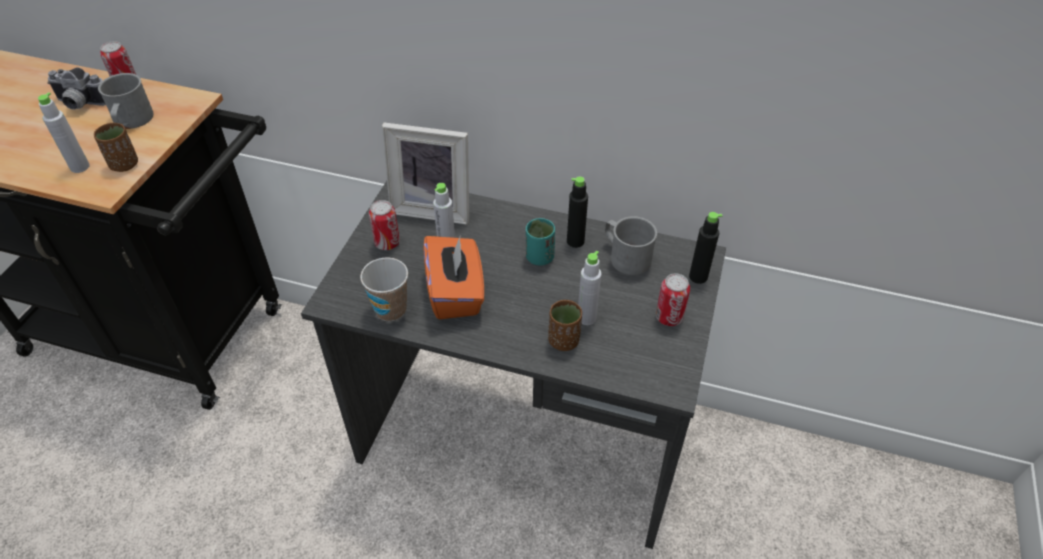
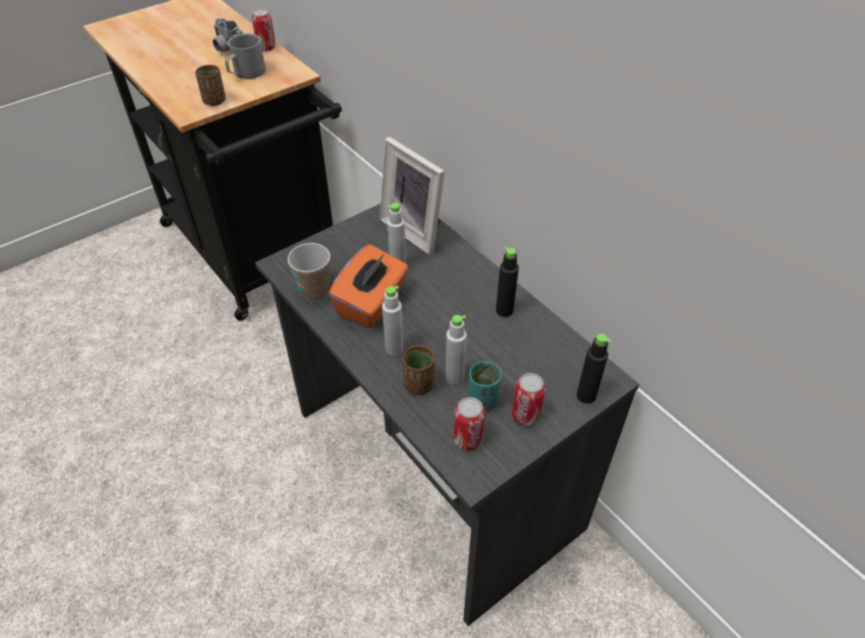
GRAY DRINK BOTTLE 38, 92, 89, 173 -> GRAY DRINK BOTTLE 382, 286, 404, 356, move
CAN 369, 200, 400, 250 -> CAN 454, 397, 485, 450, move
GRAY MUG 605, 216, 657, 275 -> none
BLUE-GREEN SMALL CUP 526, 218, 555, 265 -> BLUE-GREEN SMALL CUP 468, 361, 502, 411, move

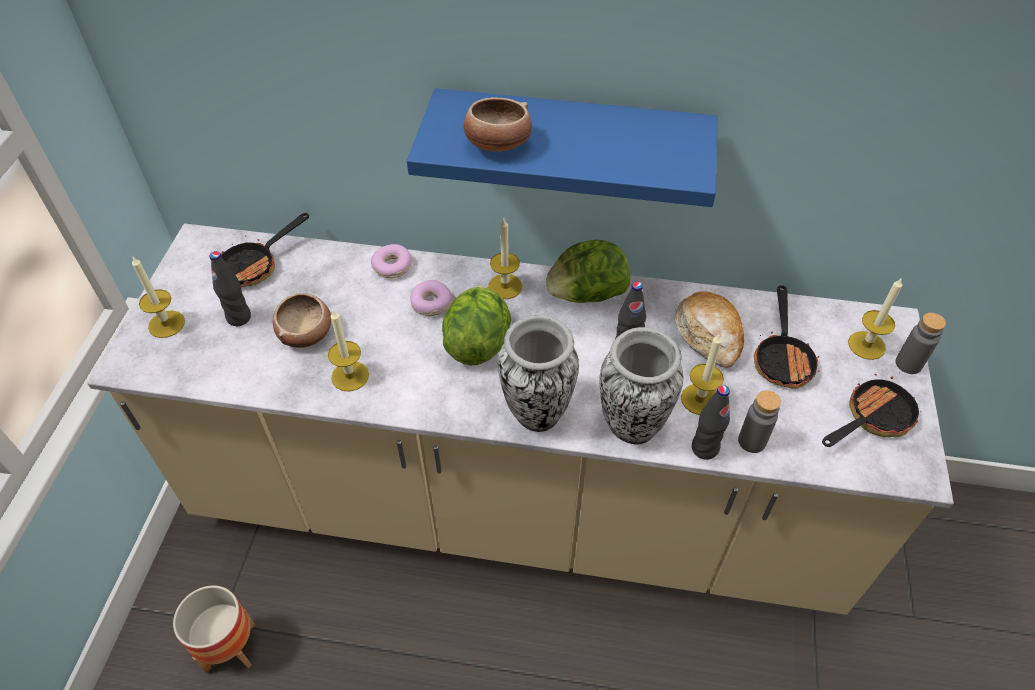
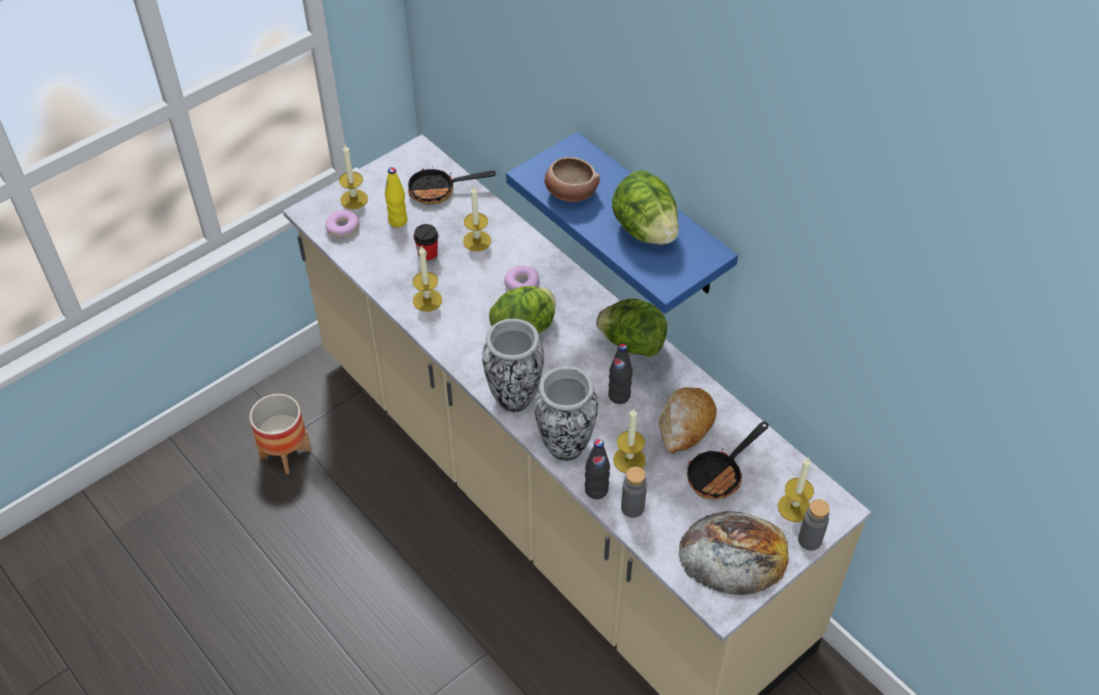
WAX CANDLE 488, 219, 522, 299 -> WAX CANDLE 463, 186, 491, 251, move
RING DOUGHNUT 371, 244, 411, 278 -> RING DOUGHNUT 325, 210, 360, 238, move
BLACKISH DRINK BOTTLE 210, 251, 251, 326 -> YELLOW-COLOURED DRINK BOTTLE 385, 167, 407, 227
BOWL 273, 293, 331, 348 -> SMALL CUP 413, 224, 438, 263
PAN 822, 374, 922, 447 -> BAKERY BREAD 678, 511, 789, 595
none -> LETTUCE HEAD 612, 170, 679, 245

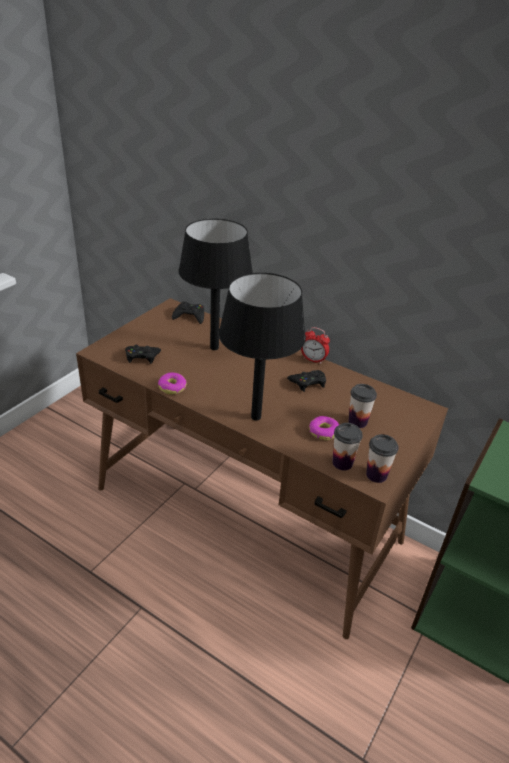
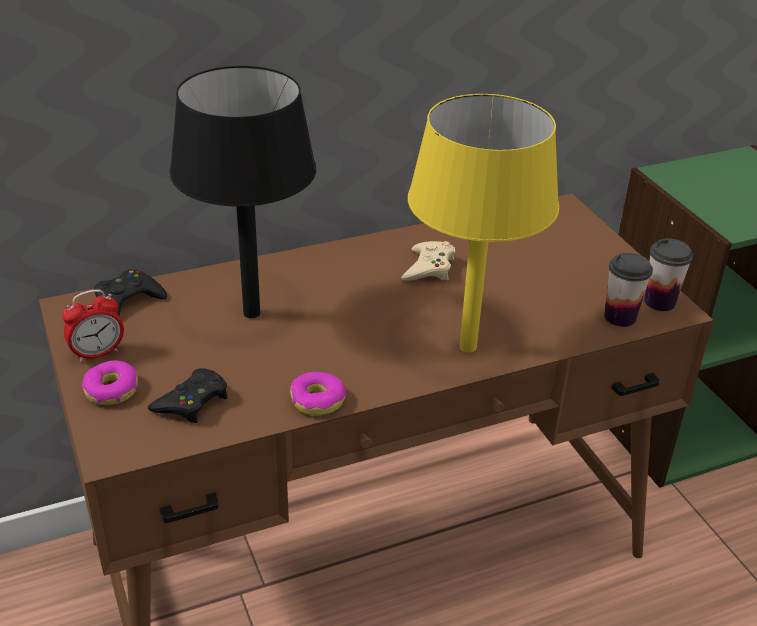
BLACKISH TABLETOP LAMP 218, 273, 306, 420 -> YELLOW-COLOURED TABLETOP LAMP 408, 94, 559, 352
BEDSIDE CLOCK 301, 327, 330, 364 -> BEDSIDE CLOCK 62, 289, 124, 362, move
BLACKISH GAME CONTROLLER 287, 370, 326, 392 -> BEIGE GAME CONTROLLER 401, 241, 455, 281
SMALL CUP 348, 384, 377, 428 -> none
RING DOUGHNUT 309, 416, 339, 440 -> RING DOUGHNUT 82, 361, 138, 405, move

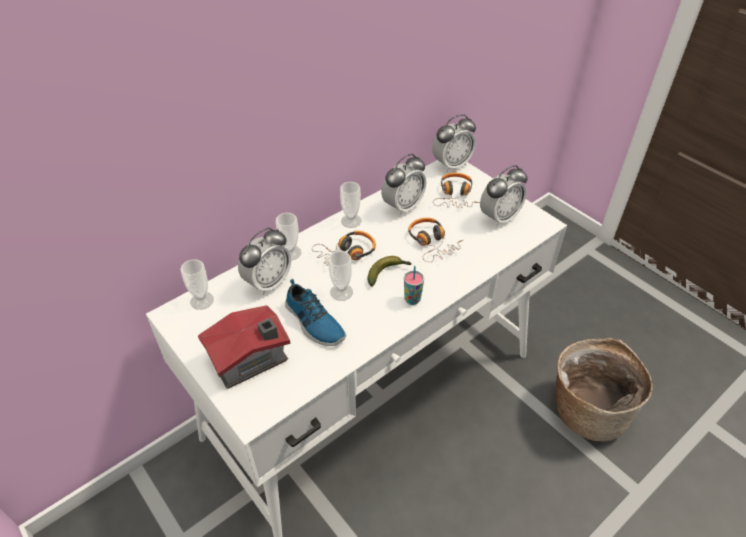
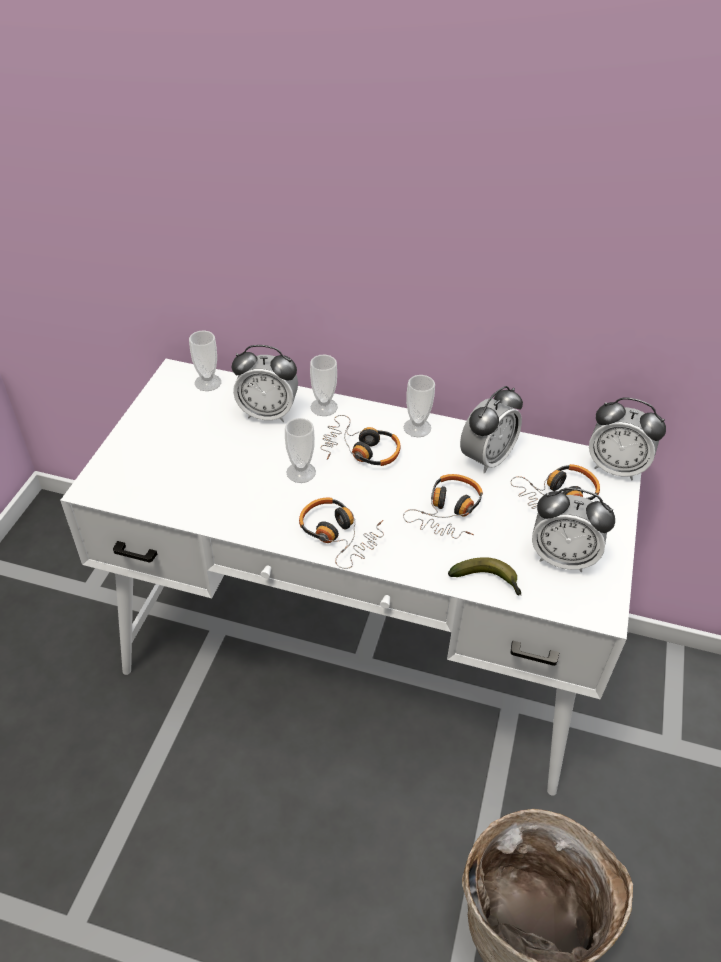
BEDSIDE CLOCK 381, 154, 426, 216 -> BEDSIDE CLOCK 460, 386, 523, 474, 60 degrees counterclockwise
WHOLE BANANA 368, 256, 411, 286 -> WHOLE BANANA 448, 557, 521, 596, move
SMALL CUP 404, 266, 424, 305 -> PAIR OF HEADPHONES 299, 498, 384, 569
LOW SHOE 285, 279, 346, 346 -> none
MINIATURE HOUSE 198, 305, 290, 389 -> none

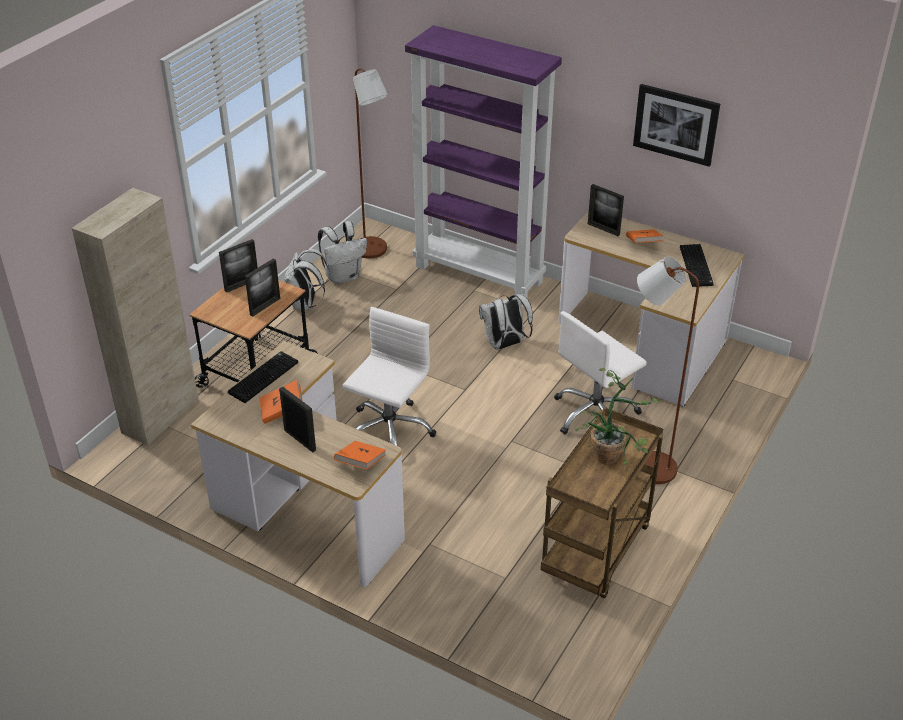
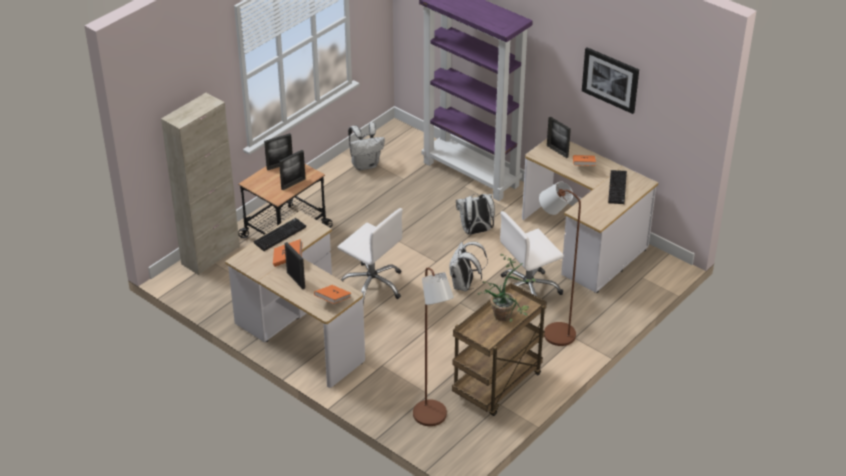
BROWN FLOOR LAMP 353, 69, 388, 258 -> BROWN FLOOR LAMP 413, 268, 454, 426, move
WHITE BACKPACK 284, 249, 330, 310 -> WHITE BACKPACK 449, 242, 488, 291, move
WHITE DESK CHAIR 342, 307, 436, 446 -> WHITE DESK CHAIR 338, 208, 403, 305, 90 degrees clockwise

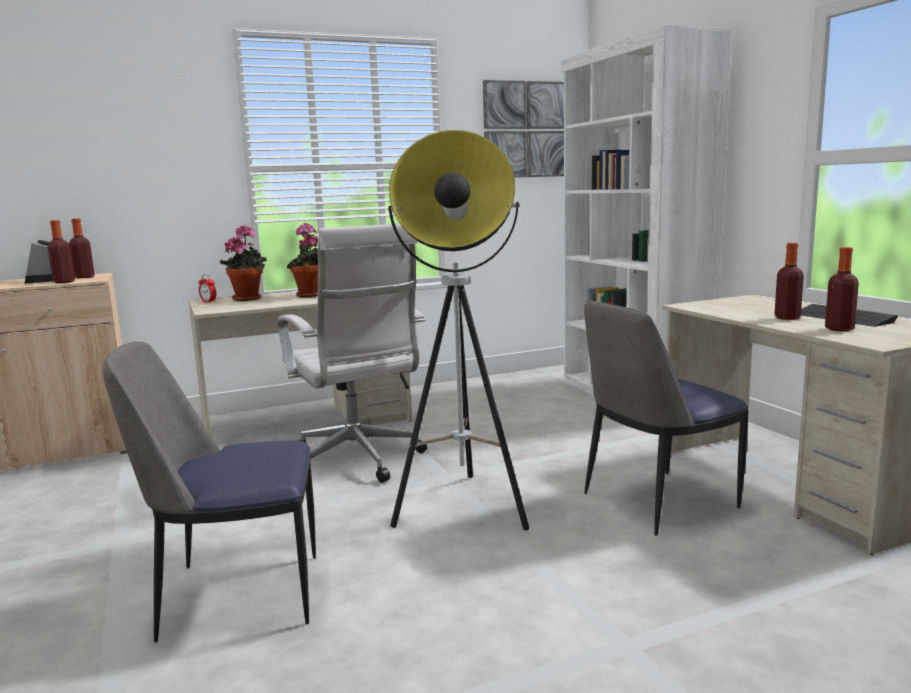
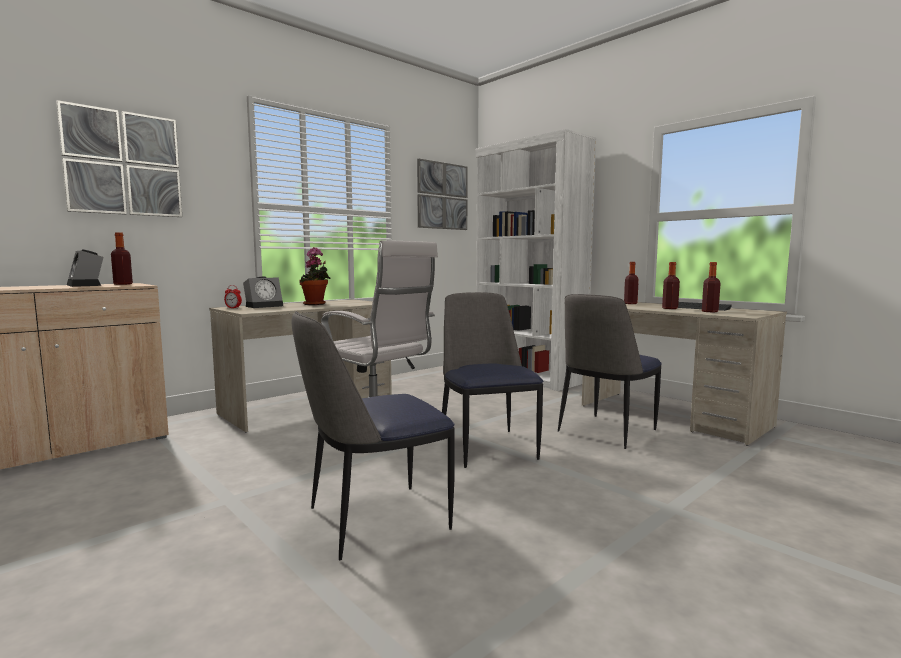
FLOOR LAMP 388, 130, 529, 530 -> CHAIR 442, 292, 544, 468
DRINK BOTTLE 48, 220, 75, 283 -> DRINK BOTTLE 624, 262, 639, 304, move
POTTED PLANT 220, 225, 267, 301 -> BEDSIDE CLOCK 243, 276, 283, 308
none -> WALL PICTURE 56, 100, 182, 217

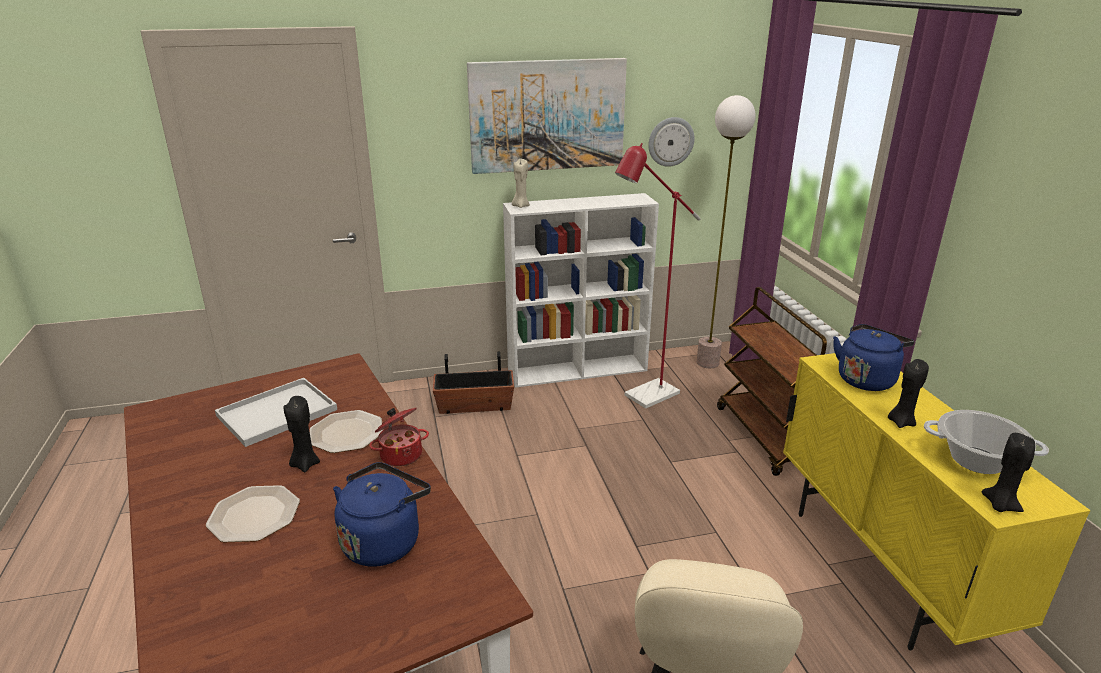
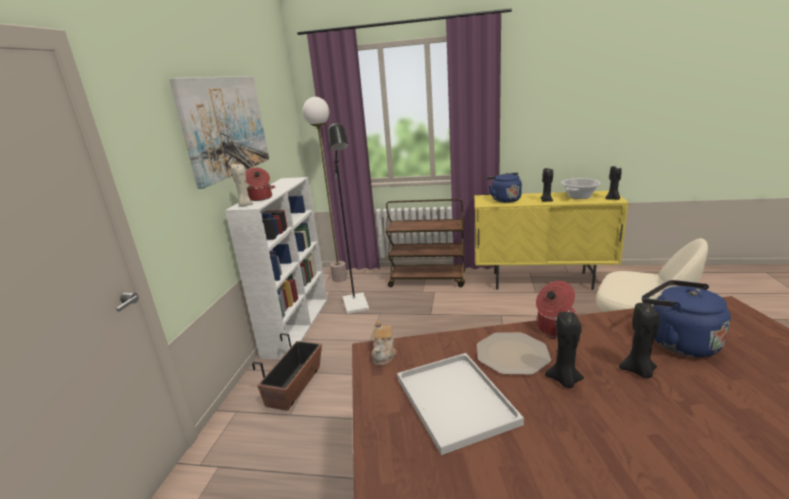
CLOCK ON THE WALL 648, 117, 695, 167 -> none
REDDISH FLOOR LAMP 615, 143, 701, 408 -> BLACKISH FLOOR LAMP 328, 121, 369, 314
FLAT DISH 206, 485, 300, 542 -> none
none -> STOCKPOT 245, 167, 275, 201
none -> BLACKISH WAX CANDLE 619, 303, 660, 378
none -> TEA POT 371, 321, 397, 366

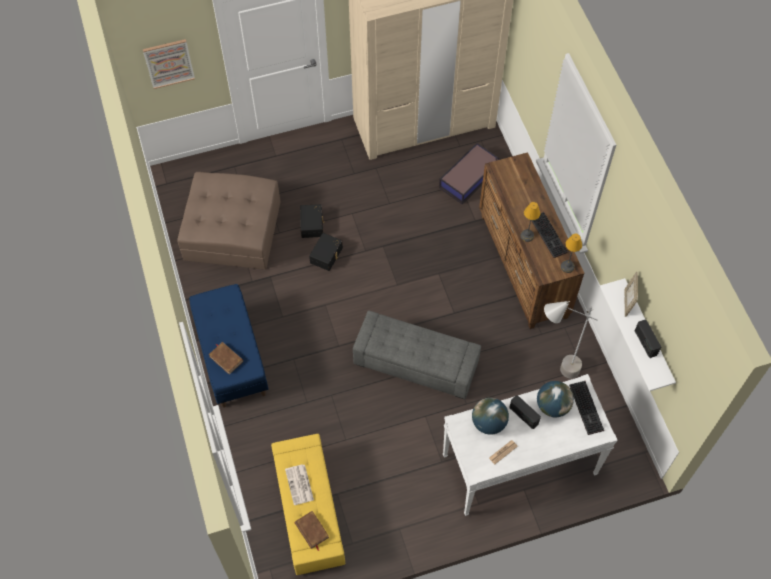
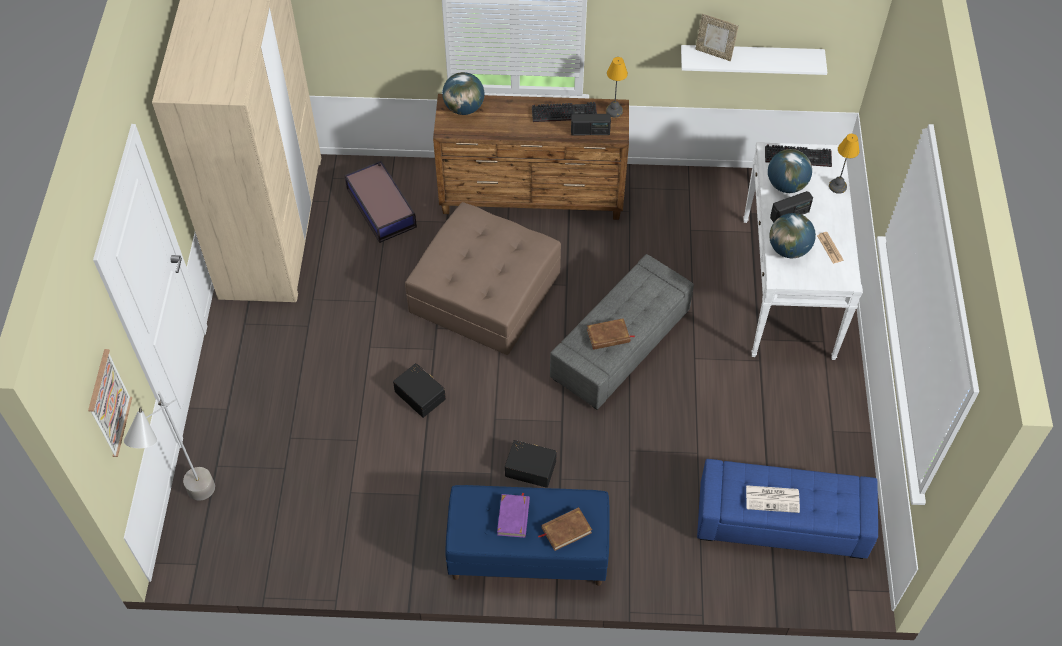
BROWN OTTOMAN 177, 172, 281, 270 -> BROWN OTTOMAN 405, 202, 561, 355, move
TABLETOP LAMP 520, 202, 540, 242 -> TABLETOP LAMP 829, 134, 860, 194, move
BLACKISH STORAGE BIN 300, 204, 325, 238 -> BLACKISH STORAGE BIN 505, 440, 557, 488, move
GRAY FLOOR LAMP 544, 301, 598, 378 -> GRAY FLOOR LAMP 124, 392, 215, 501, move
RADIO 635, 320, 661, 358 -> RADIO 571, 114, 611, 135, move
YELLOW-COLOURED OTTOMAN 271, 434, 345, 575 -> BLUE OTTOMAN 697, 459, 878, 559
BROWN BOOK 295, 511, 329, 551 -> BROWN BOOK 587, 318, 635, 350, move
none -> WORLD GLOBE 442, 72, 485, 115
none -> PURPLE-COLOURED BOOK 497, 492, 530, 538

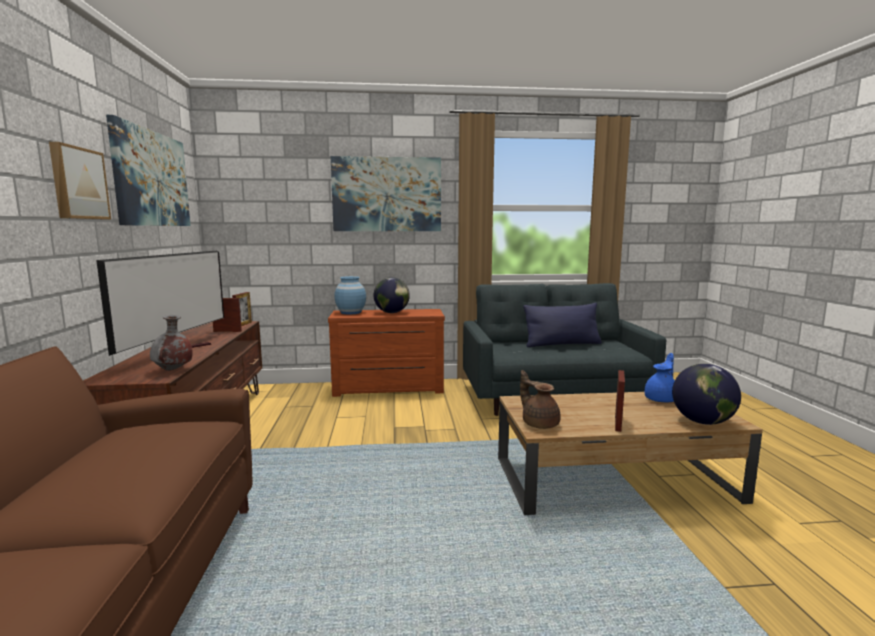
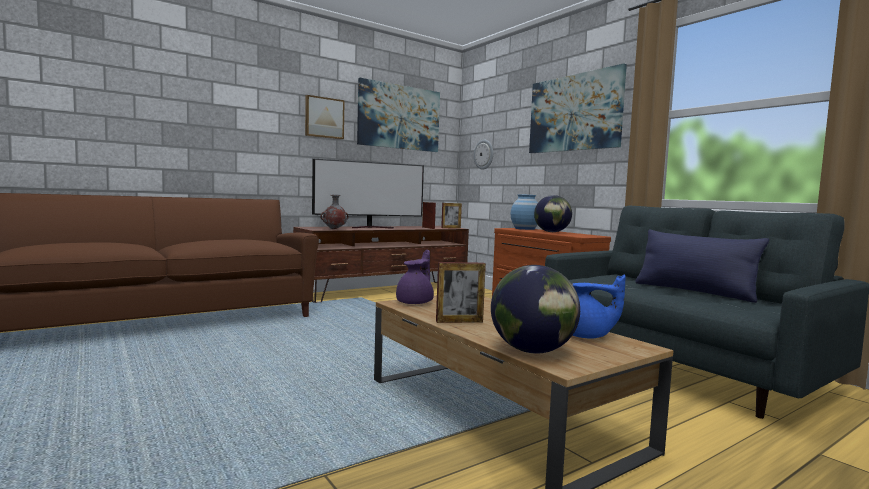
BROWN TEA POT 520, 370, 561, 429 -> PURPLE-COLOURED TEA POT 396, 250, 434, 304
none -> CLOCK ON THE WALL 474, 140, 493, 170

